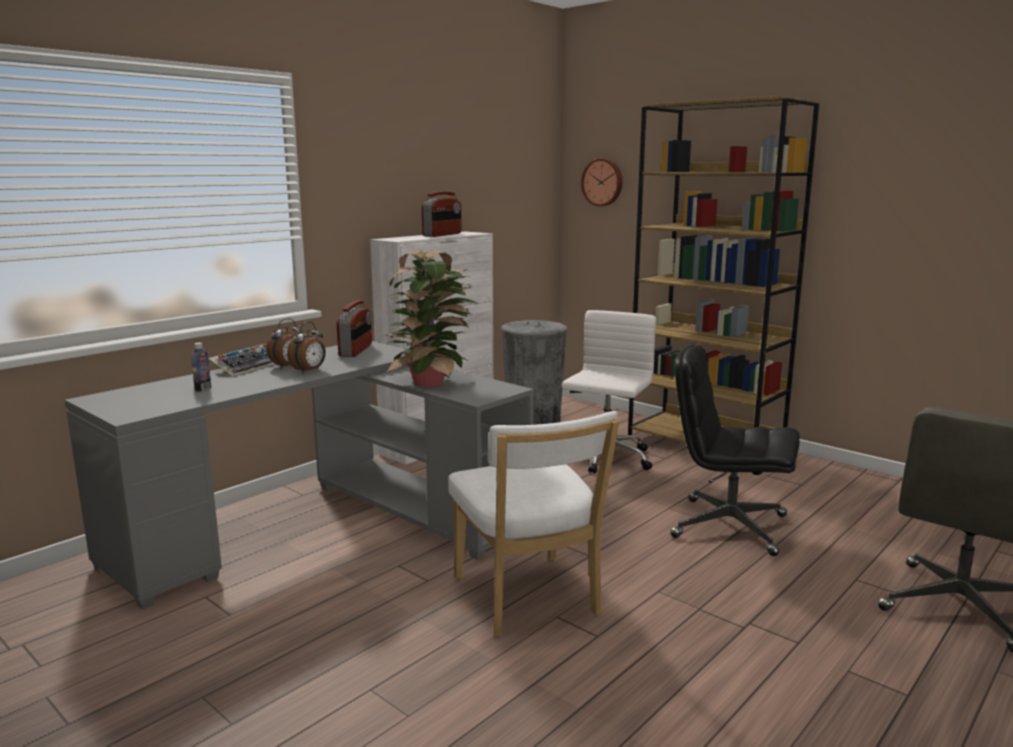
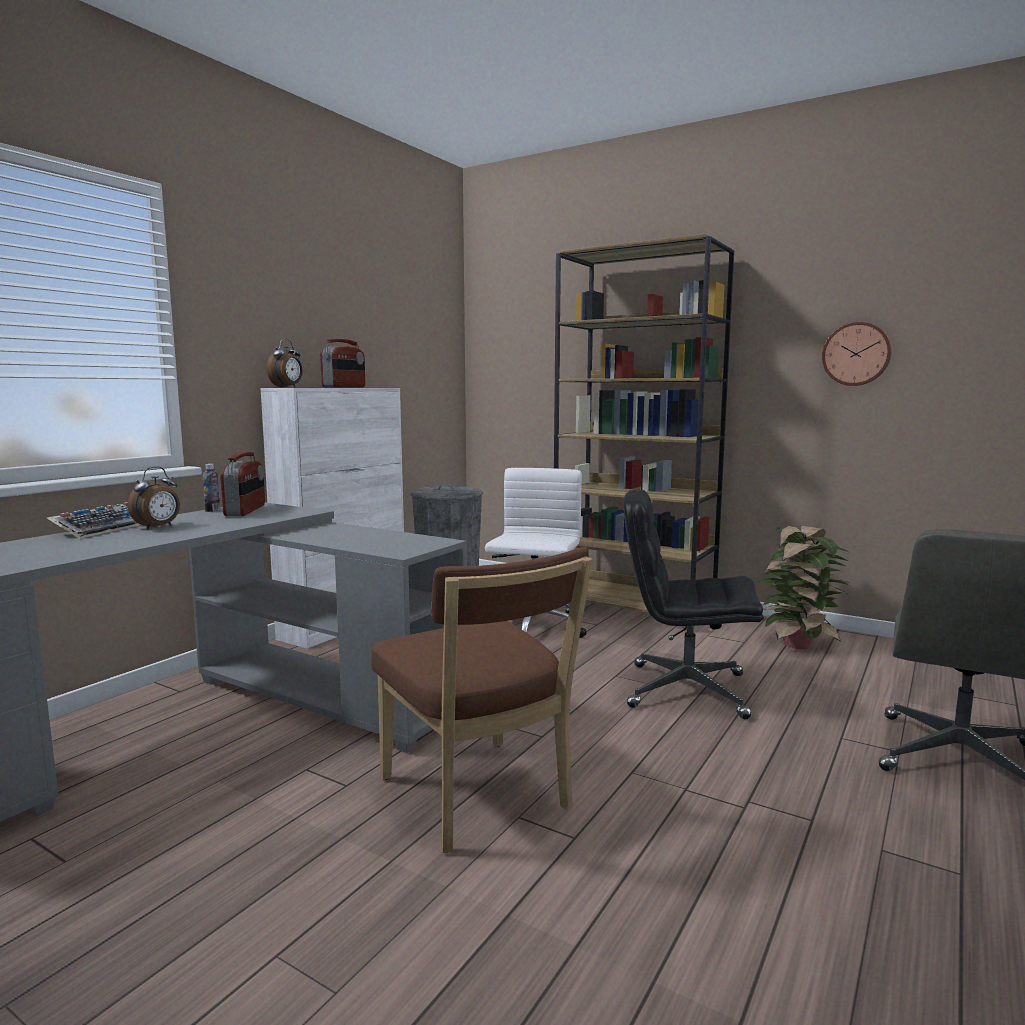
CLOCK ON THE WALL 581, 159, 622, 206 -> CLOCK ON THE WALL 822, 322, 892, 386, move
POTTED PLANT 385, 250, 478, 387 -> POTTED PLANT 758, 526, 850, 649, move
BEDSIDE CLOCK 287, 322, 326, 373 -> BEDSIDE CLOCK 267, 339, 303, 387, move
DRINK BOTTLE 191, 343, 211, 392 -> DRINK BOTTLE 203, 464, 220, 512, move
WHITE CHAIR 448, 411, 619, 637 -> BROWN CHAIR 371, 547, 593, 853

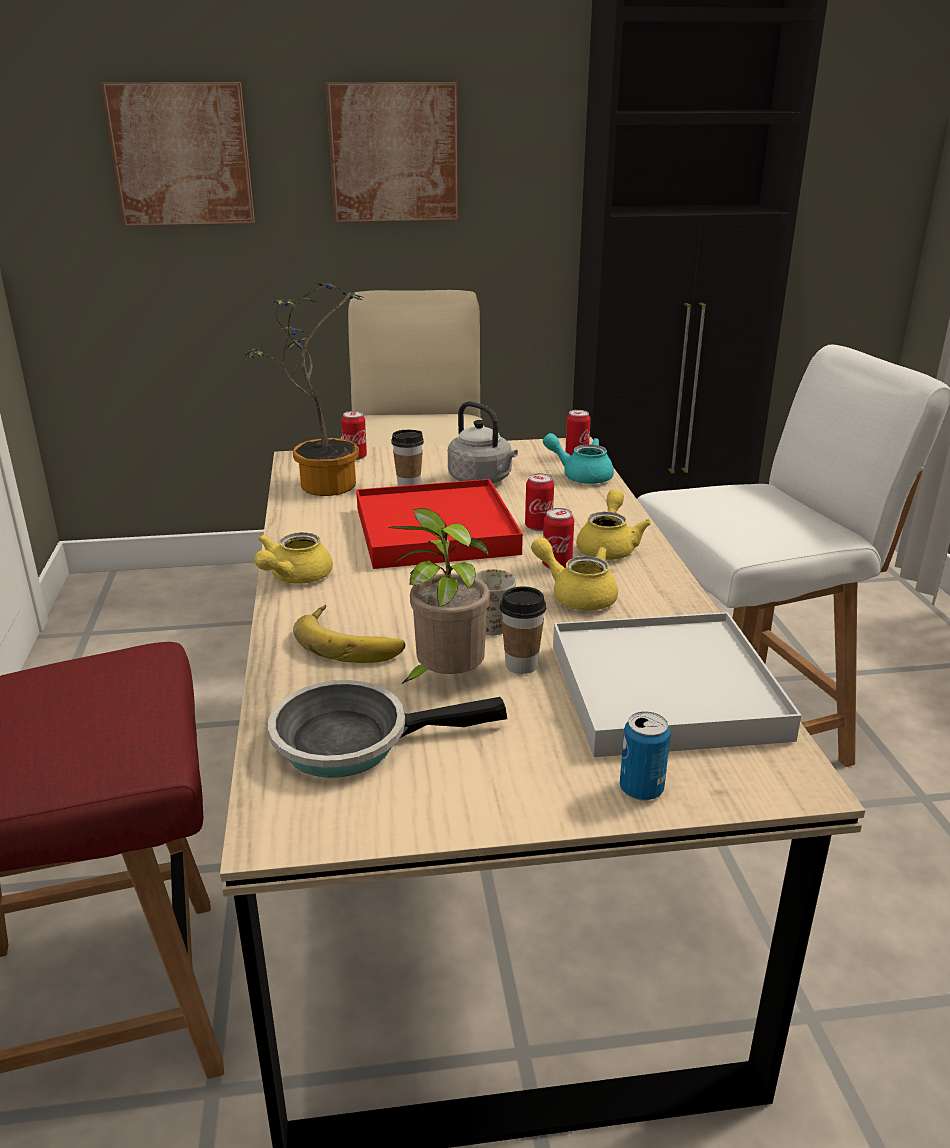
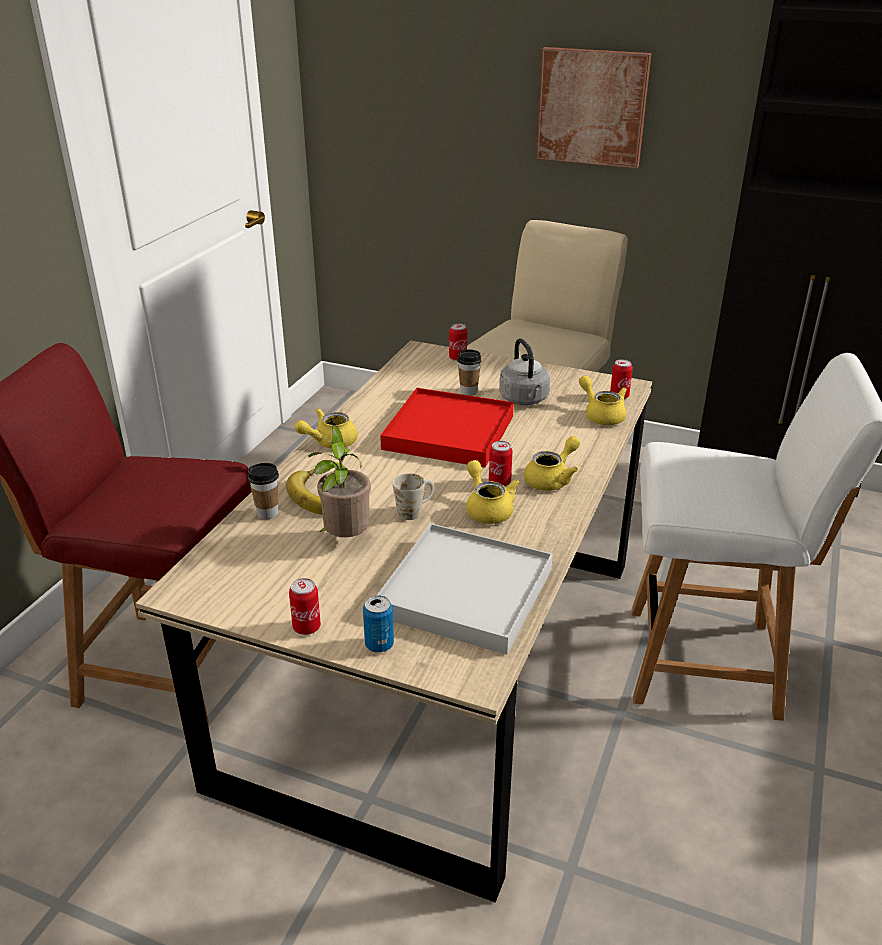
WALL PICTURE 101, 83, 255, 226 -> none
POTTED PLANT 245, 283, 362, 496 -> none
BLUE-GREEN TEA POT 543, 433, 614, 484 -> YELLOW-COLOURED TEA POT 579, 376, 627, 425
CAN 525, 473, 554, 531 -> CAN 289, 578, 321, 635, move
SMALL CUP 500, 586, 546, 674 -> SMALL CUP 248, 463, 279, 519, move
PAN 268, 680, 507, 778 -> none

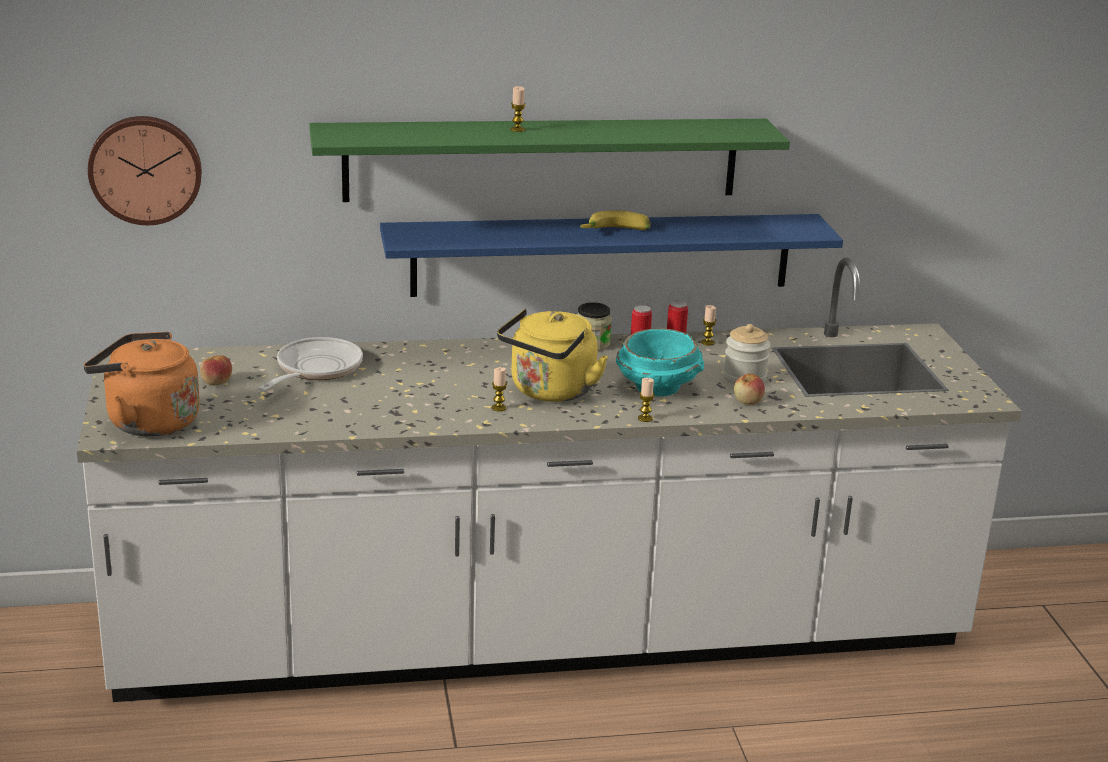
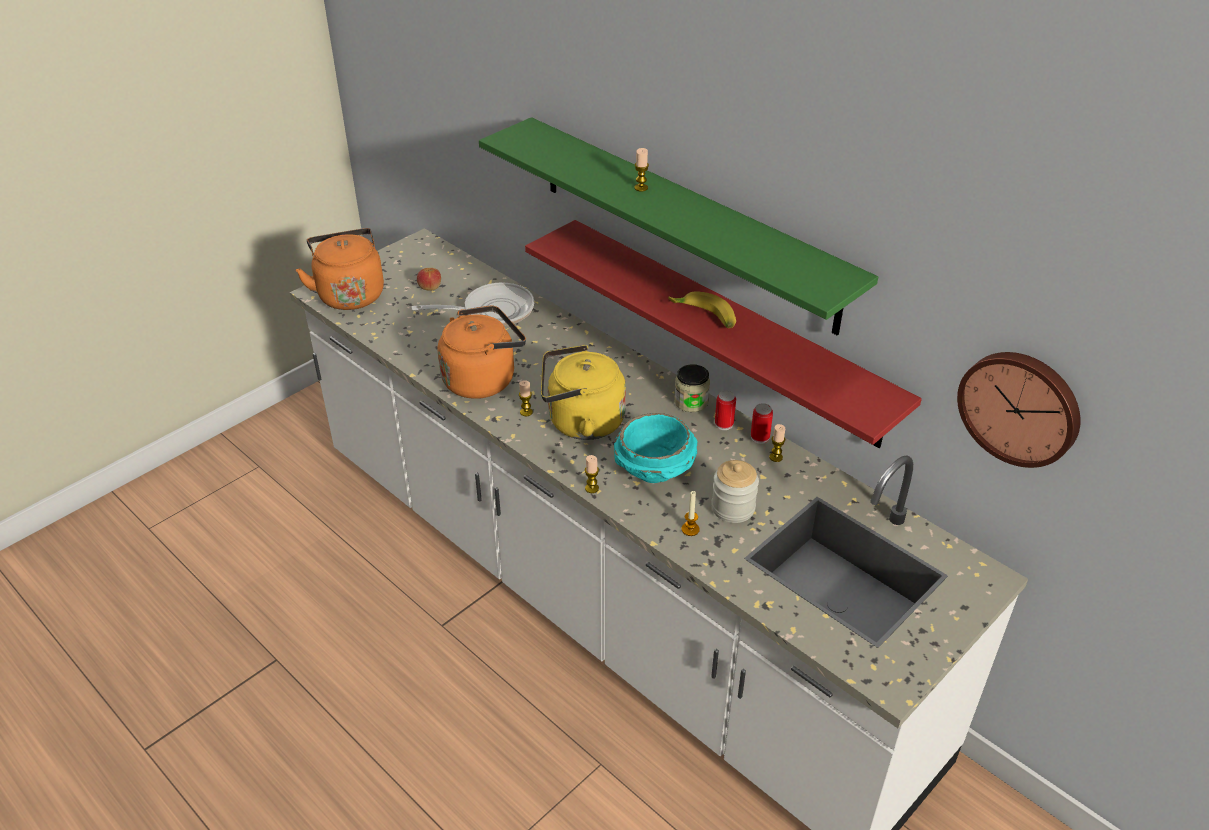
CLOCK ON THE WALL 88, 116, 202, 225 -> CLOCK ON THE WALL 957, 352, 1081, 468, move
BLUE BRACKET SHELF 380, 214, 843, 297 -> REDDISH BRACKET SHELF 525, 220, 922, 448
APPLE 734, 373, 765, 405 -> WAX CANDLE 681, 491, 700, 536
none -> ORANGE WATER KETTLE 438, 305, 526, 399

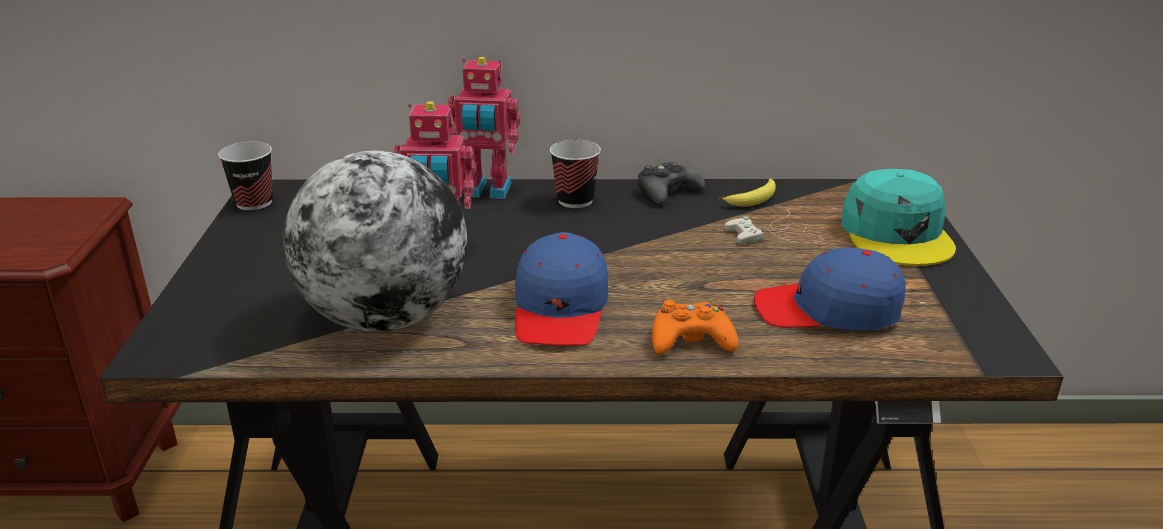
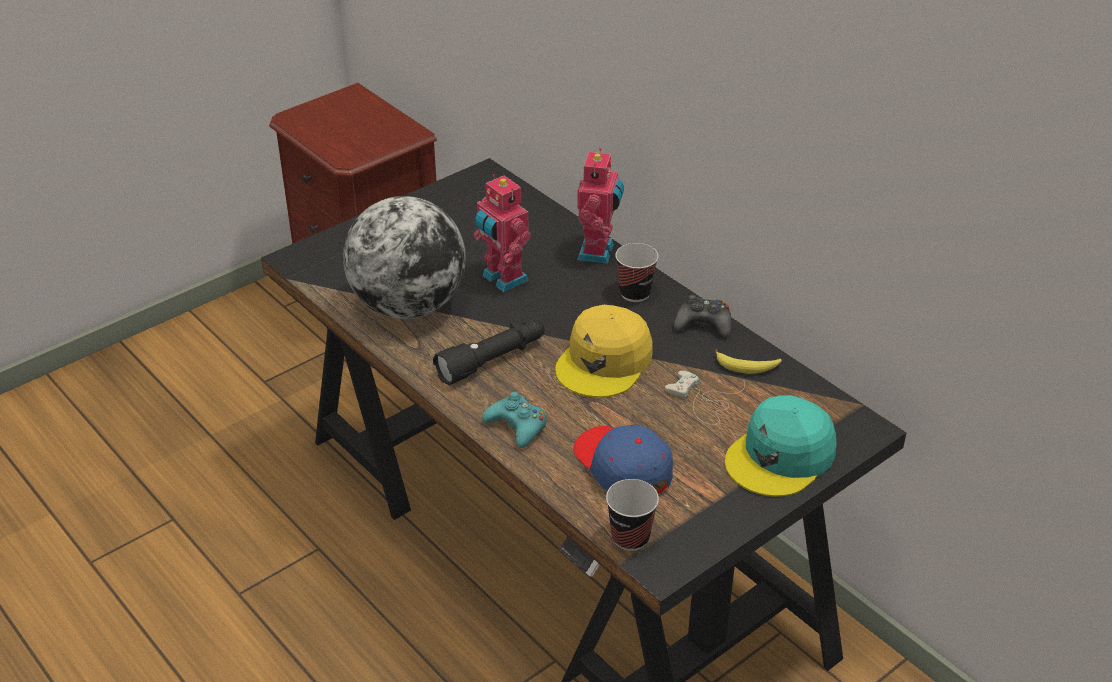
MODEL ROBOT 448, 57, 521, 199 -> MODEL ROBOT 577, 148, 624, 264, 135 degrees counterclockwise
SMALL CUP 218, 141, 273, 210 -> SMALL CUP 606, 479, 659, 551, move
BLUE BASEBALL CAP 515, 232, 608, 345 -> BLACKISH HAND TORCH 433, 319, 544, 385
ORANGE GAME CONTROLLER 652, 300, 738, 355 -> BLUE-GREEN GAME CONTROLLER 482, 392, 546, 448
none -> YELLOW-COLOURED BASEBALL CAP 555, 305, 653, 398

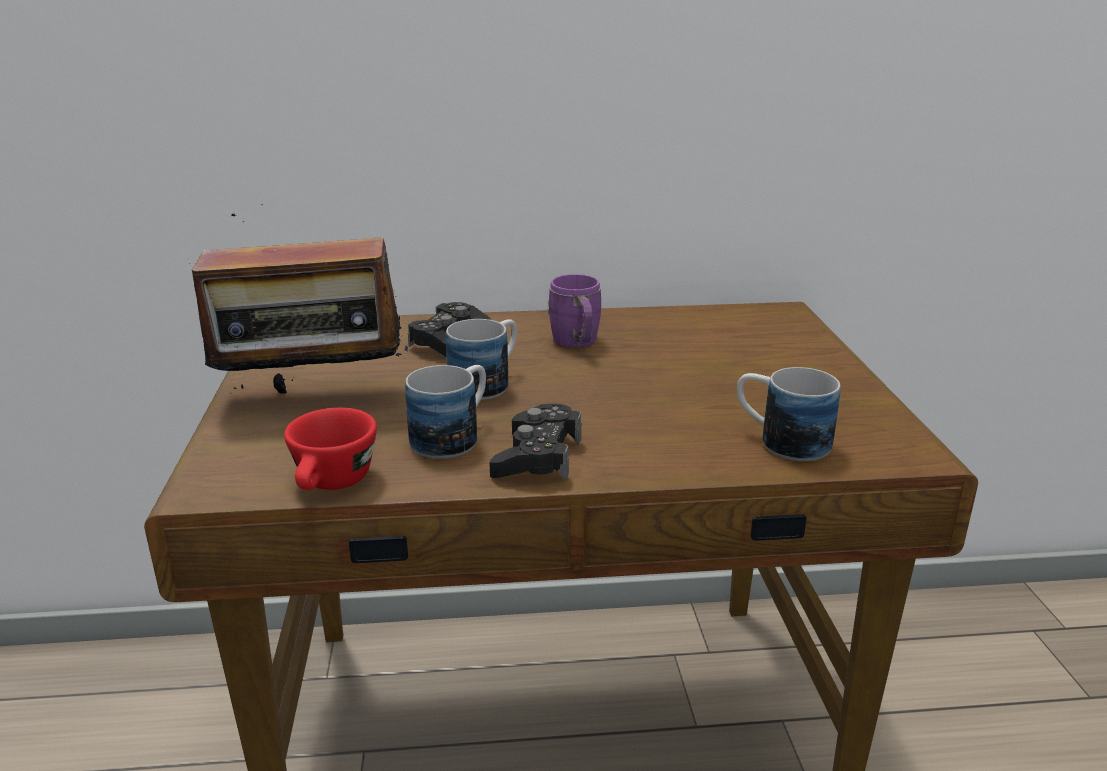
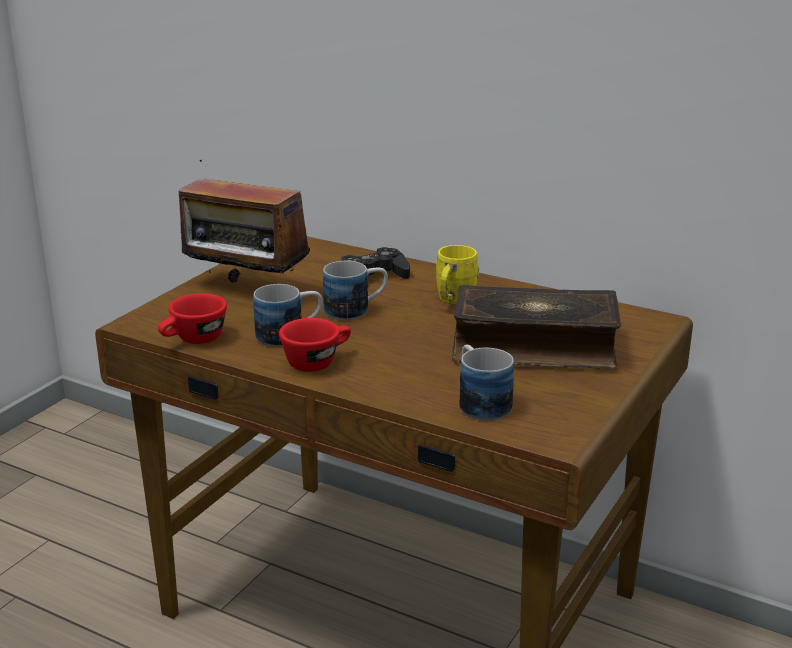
PURPLE-COLOURED MUG 547, 274, 601, 348 -> YELLOW-COLOURED MUG 436, 245, 479, 305
BLACKISH GAME CONTROLLER 489, 403, 581, 481 -> REDDISH SMALL CUP 279, 318, 351, 372
none -> BOOK 452, 285, 621, 369

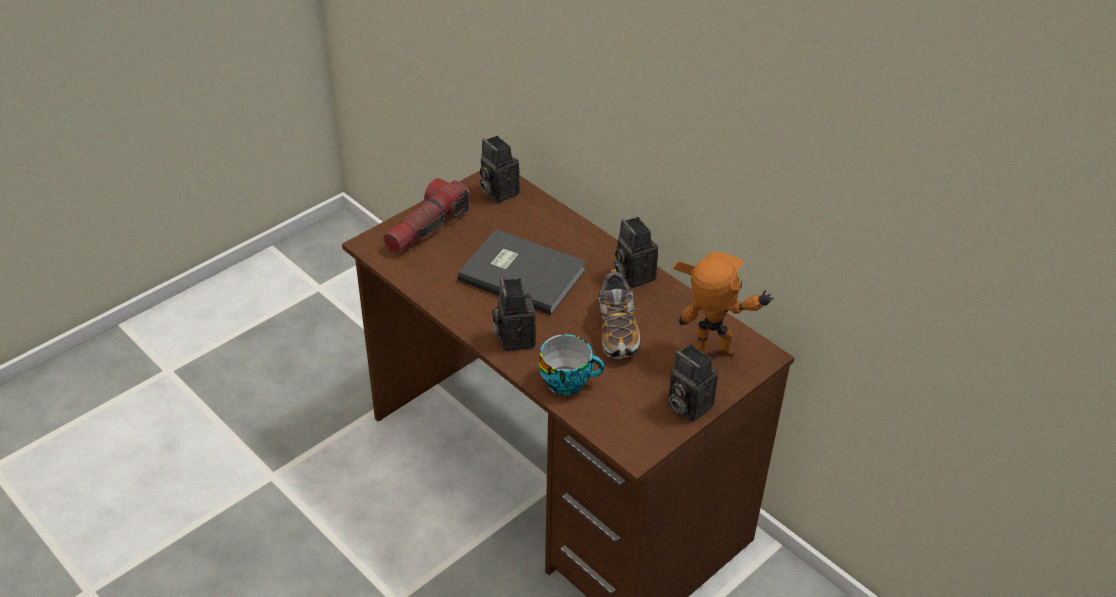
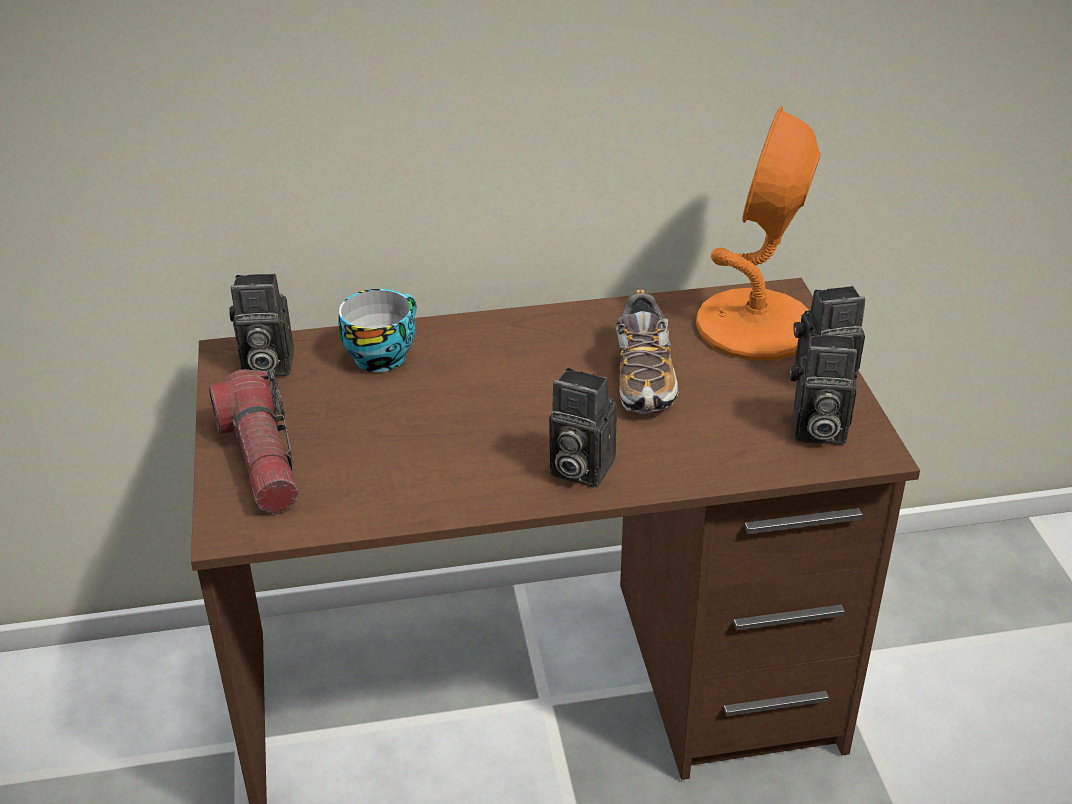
STILL CAMERA 614, 217, 658, 289 -> STILL CAMERA 790, 334, 858, 445, move
GRAY BOOK 458, 230, 586, 315 -> none
MODEL ROBOT 673, 252, 774, 357 -> ORANGE TABLETOP LAMP 696, 106, 821, 361
LOW SHOE 598, 269, 641, 359 -> LOW SHOE 616, 290, 678, 414, 60 degrees clockwise
SMALL CUP 539, 334, 604, 395 -> SMALL CUP 339, 289, 417, 372, move

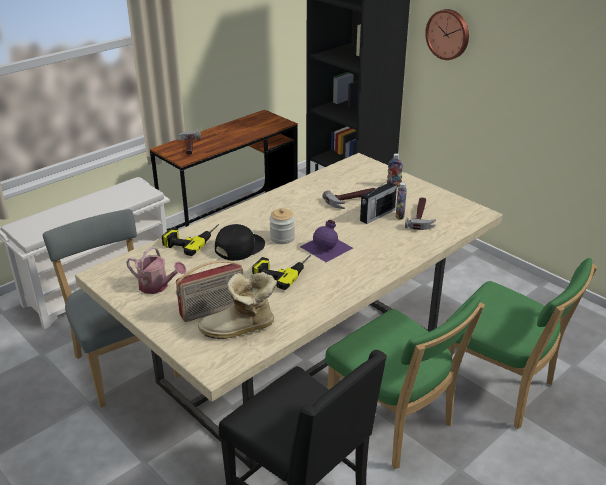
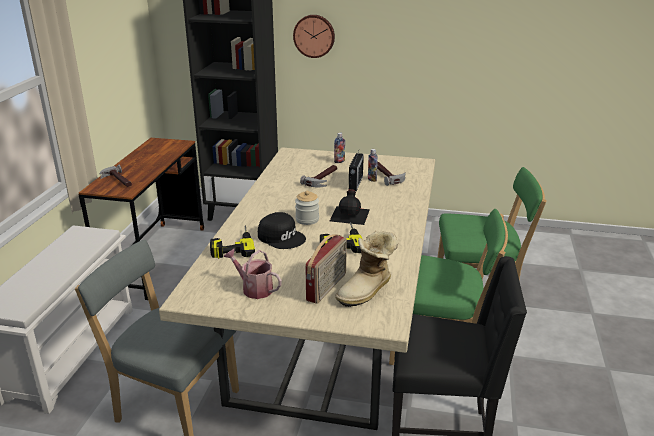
PURPLE-COLOURED DRINK BOTTLE 300, 220, 353, 262 -> BLACKISH DRINK BOTTLE 330, 189, 370, 225
BLACKISH BASEBALL CAP 215, 224, 265, 261 -> BLACKISH BASEBALL CAP 258, 212, 306, 249, 120 degrees clockwise
WATERING POT 126, 247, 186, 294 -> WATERING POT 223, 249, 282, 299, 135 degrees counterclockwise

